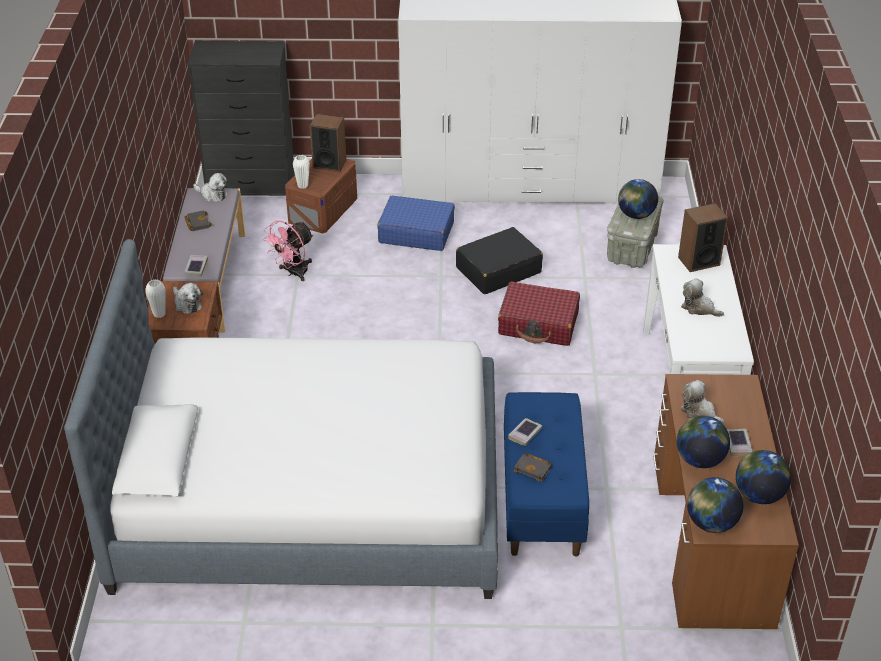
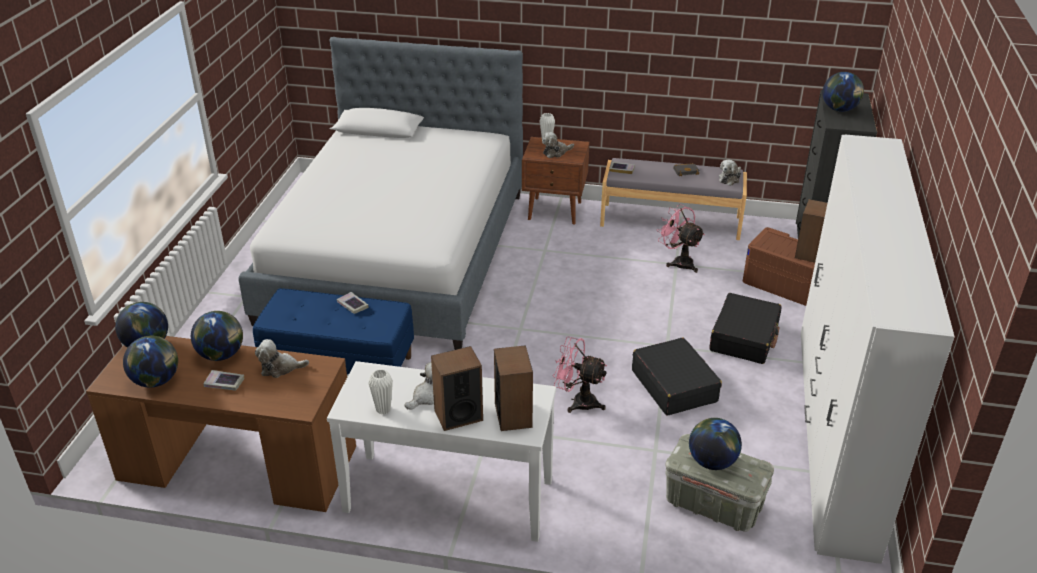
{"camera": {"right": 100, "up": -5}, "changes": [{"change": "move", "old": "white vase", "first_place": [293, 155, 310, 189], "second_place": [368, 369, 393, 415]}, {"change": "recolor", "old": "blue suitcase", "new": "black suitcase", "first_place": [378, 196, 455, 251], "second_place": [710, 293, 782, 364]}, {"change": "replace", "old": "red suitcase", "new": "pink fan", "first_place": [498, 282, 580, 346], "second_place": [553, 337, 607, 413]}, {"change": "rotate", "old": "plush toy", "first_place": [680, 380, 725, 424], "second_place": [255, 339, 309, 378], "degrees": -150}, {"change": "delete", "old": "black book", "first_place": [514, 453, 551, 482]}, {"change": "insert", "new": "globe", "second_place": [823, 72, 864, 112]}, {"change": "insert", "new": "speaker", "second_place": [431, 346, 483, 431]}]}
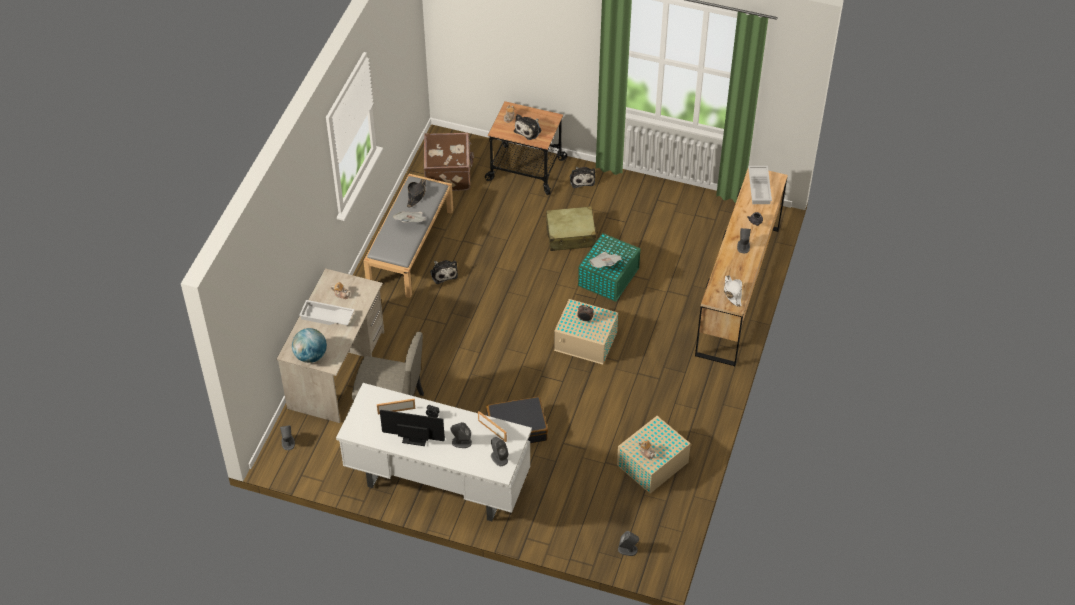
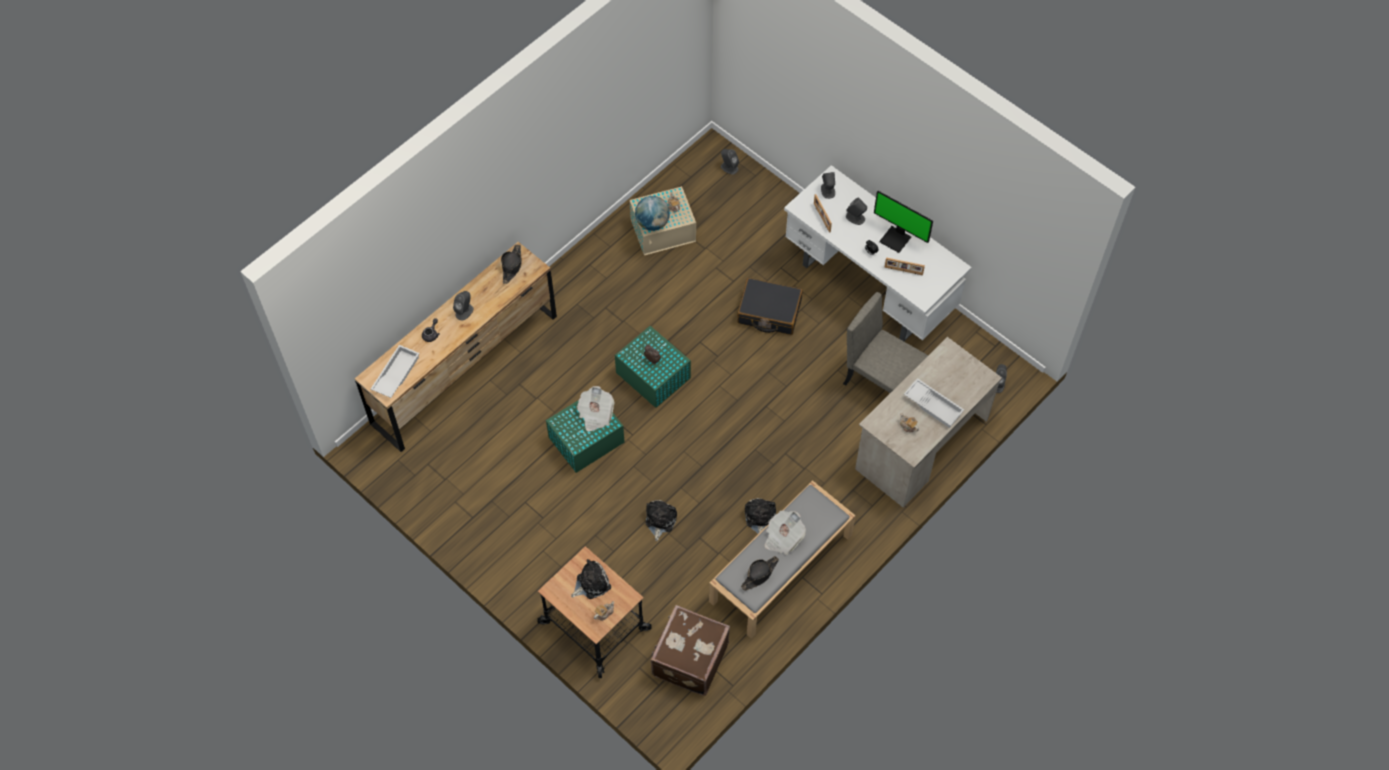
{"camera": {"right": -155, "up": 10}, "changes": [{"change": "move", "old": "plush toy", "first_place": [570, 167, 595, 188], "second_place": [645, 500, 677, 541]}, {"change": "delete", "old": "beige suitcase", "first_place": [546, 206, 598, 251]}, {"change": "recolor", "old": "white hat", "new": "black hat", "first_place": [724, 276, 742, 307], "second_place": [501, 245, 522, 284]}, {"change": "recolor", "old": "beige storage box", "new": "green storage box", "first_place": [554, 299, 618, 364], "second_place": [615, 326, 691, 408]}, {"change": "move", "old": "globe", "first_place": [292, 328, 327, 363], "second_place": [635, 196, 670, 231]}]}
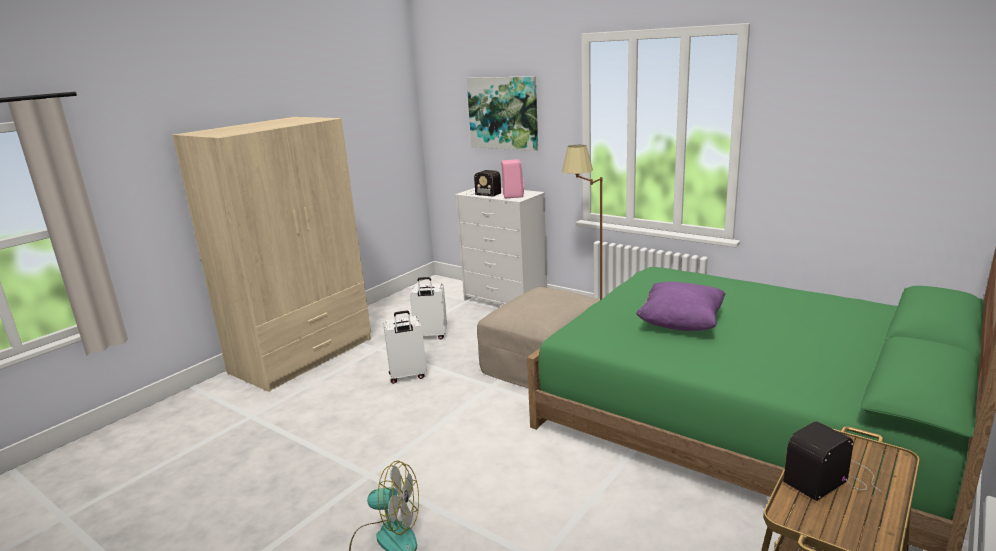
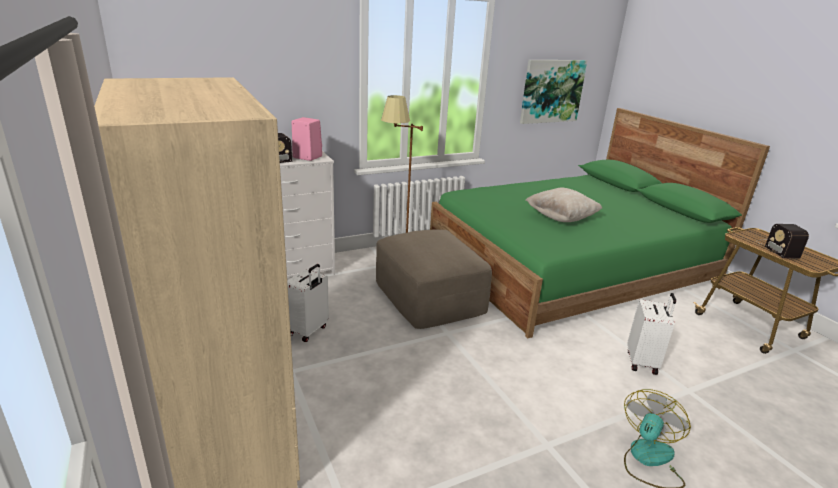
{"camera": {"right": -65, "up": 5}, "changes": [{"change": "move", "old": "picture", "first_place": [467, 76, 538, 151], "second_place": [520, 60, 587, 124]}, {"change": "recolor", "old": "purple pillow", "new": "beige pillow", "first_place": [636, 282, 726, 331], "second_place": [525, 187, 602, 222]}, {"change": "move", "old": "white suitcase", "first_place": [383, 310, 427, 384], "second_place": [627, 293, 676, 375]}]}
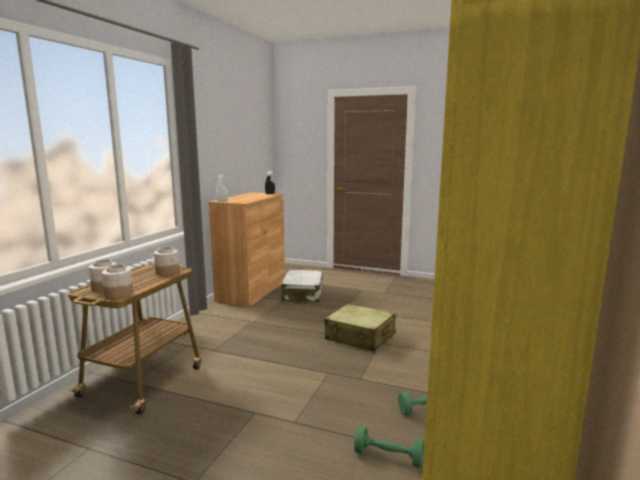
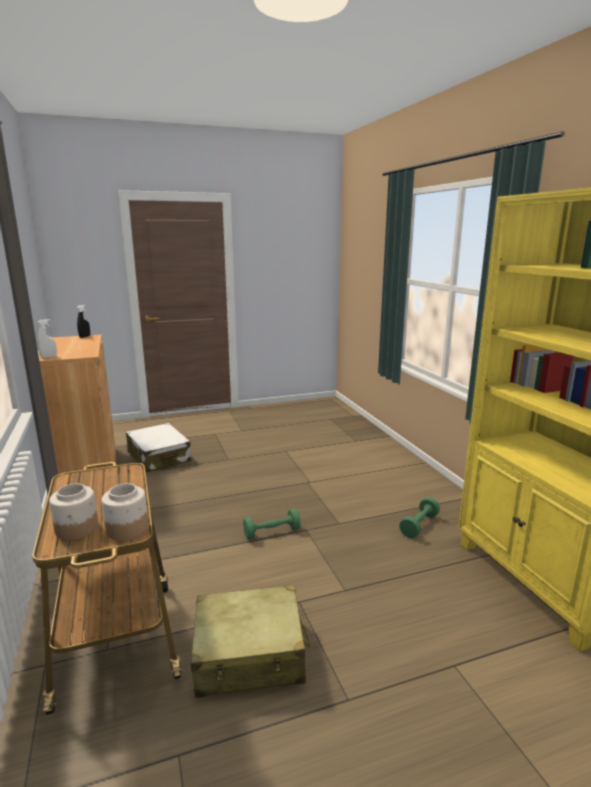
{"camera": {"right": -40, "up": 5}, "changes": [{"change": "delete", "old": "jar", "first_place": [154, 247, 179, 276]}, {"change": "move", "old": "beige suitcase", "first_place": [324, 304, 396, 352], "second_place": [191, 585, 310, 697]}, {"change": "move", "old": "green dumbbell", "first_place": [354, 426, 424, 468], "second_place": [243, 508, 300, 540]}]}
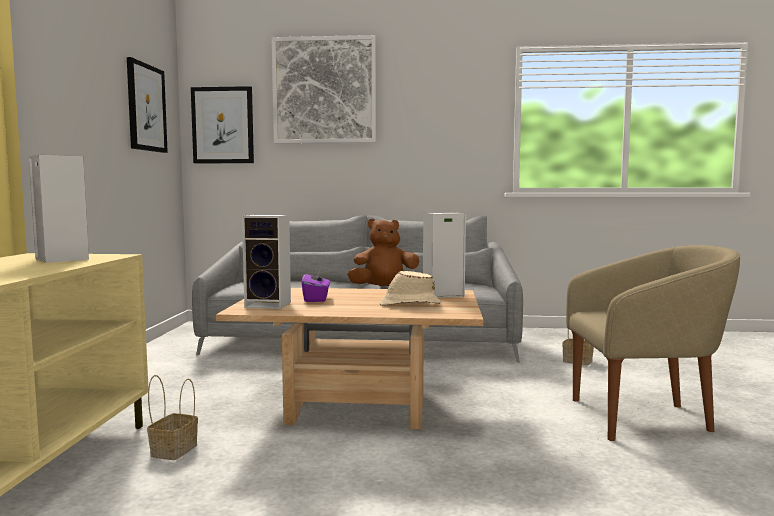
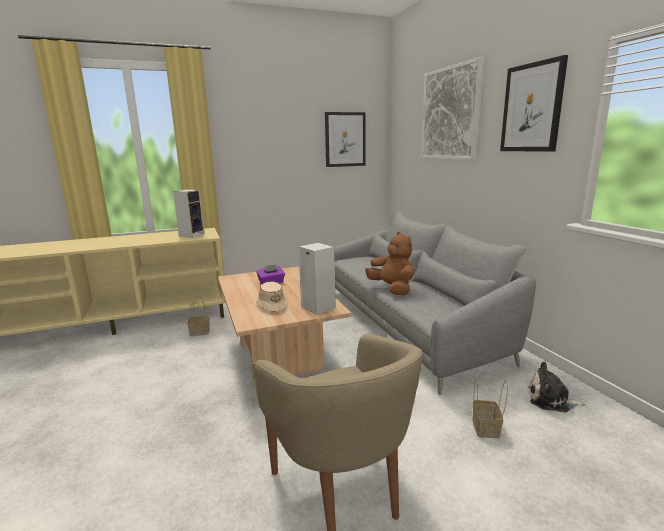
{"camera": {"right": 65, "up": 10}, "changes": [{"change": "move", "old": "picture", "first_place": [191, 86, 254, 163], "second_place": [500, 55, 568, 151]}, {"change": "delete", "old": "speaker", "first_place": [242, 215, 291, 309]}, {"change": "insert", "new": "plush toy", "second_place": [529, 362, 585, 413]}]}
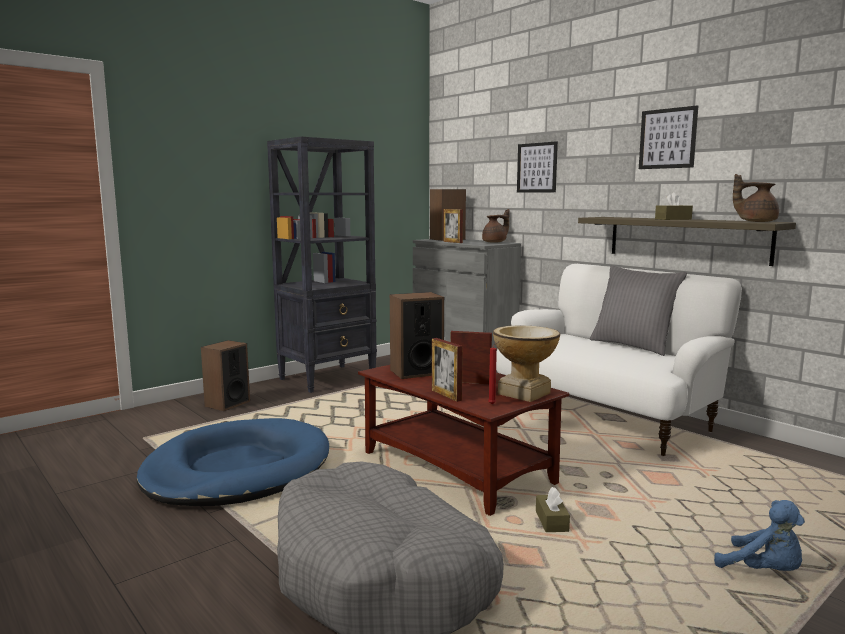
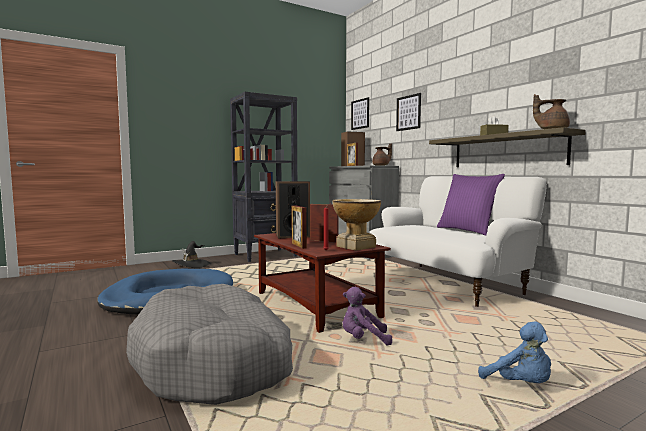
{"camera": {"right": 10, "up": -5}, "changes": [{"change": "move", "old": "picture", "first_place": [639, 105, 698, 169], "second_place": [351, 97, 369, 130]}, {"change": "recolor", "old": "grey pillow", "new": "purple pillow", "first_place": [590, 265, 687, 356], "second_place": [437, 174, 505, 236]}, {"change": "replace", "old": "speaker", "new": "black hat", "first_place": [201, 340, 250, 411], "second_place": [172, 241, 211, 268]}, {"change": "replace", "old": "brown tissue box", "new": "purple plush toy", "first_place": [536, 487, 570, 532], "second_place": [342, 287, 392, 346]}]}
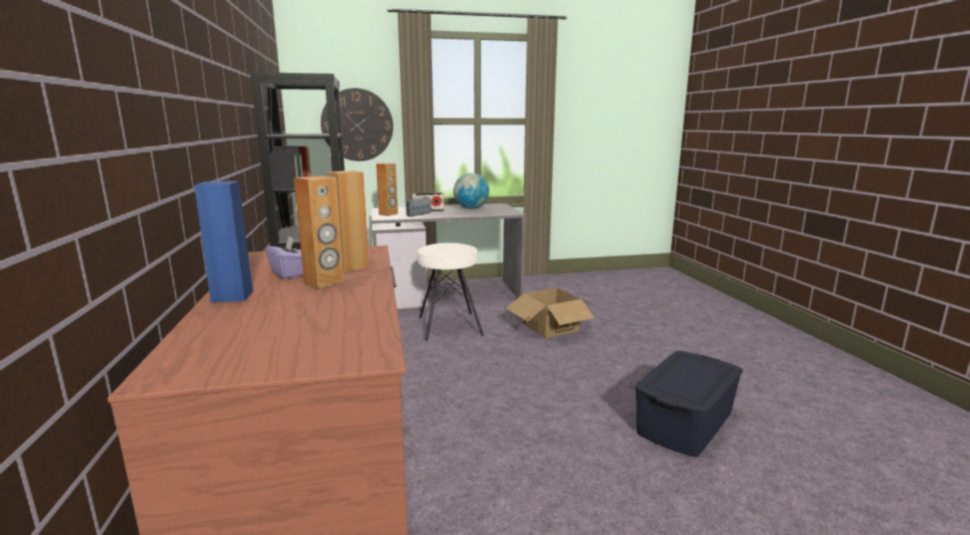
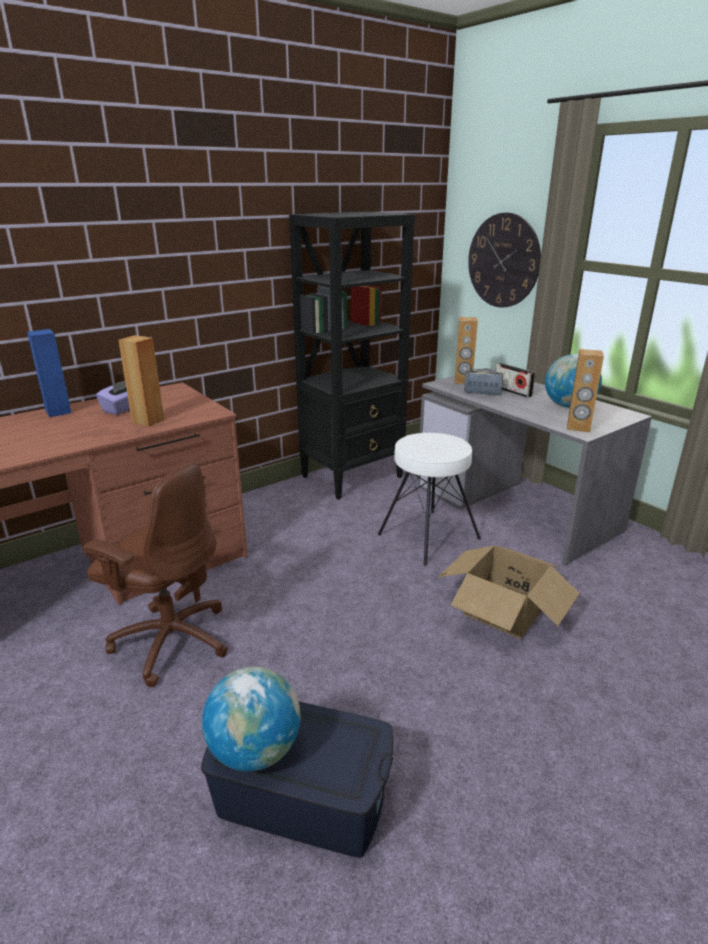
{"camera": {"right": 65, "up": 10}, "changes": [{"change": "move", "old": "brown speaker", "first_place": [294, 176, 344, 289], "second_place": [567, 349, 604, 433]}, {"change": "insert", "new": "brown office chair", "second_place": [83, 462, 228, 687]}, {"change": "insert", "new": "globe", "second_place": [202, 667, 300, 772]}]}
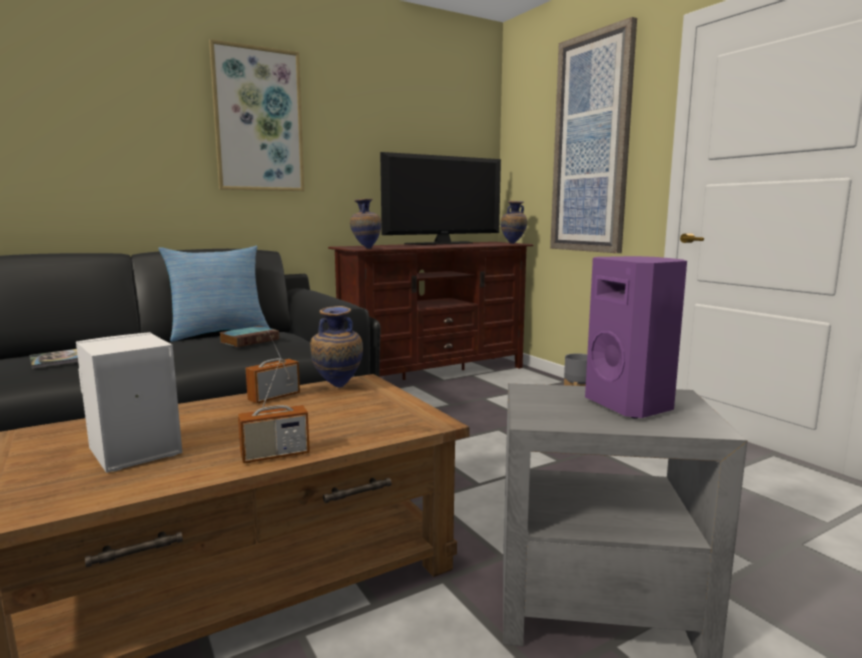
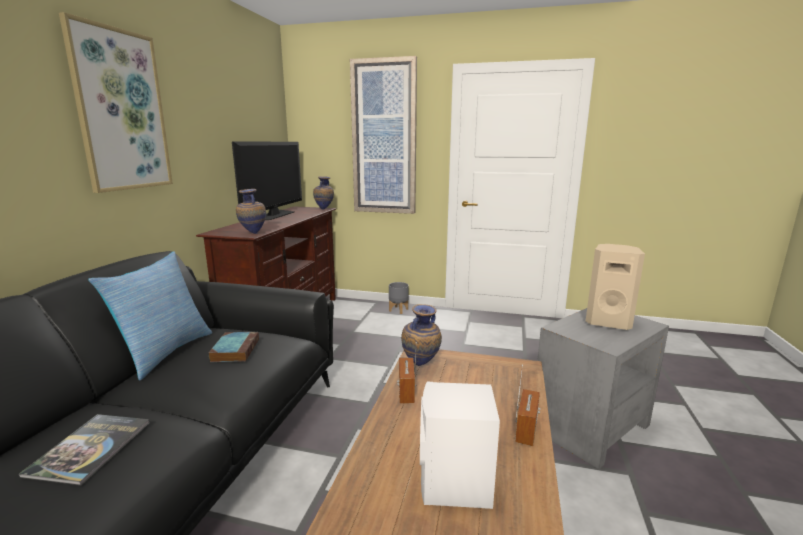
{"camera": {"right": -45, "up": 5}, "changes": [{"change": "recolor", "old": "purple speaker", "new": "beige speaker", "first_place": [585, 256, 687, 419], "second_place": [585, 244, 645, 330]}]}
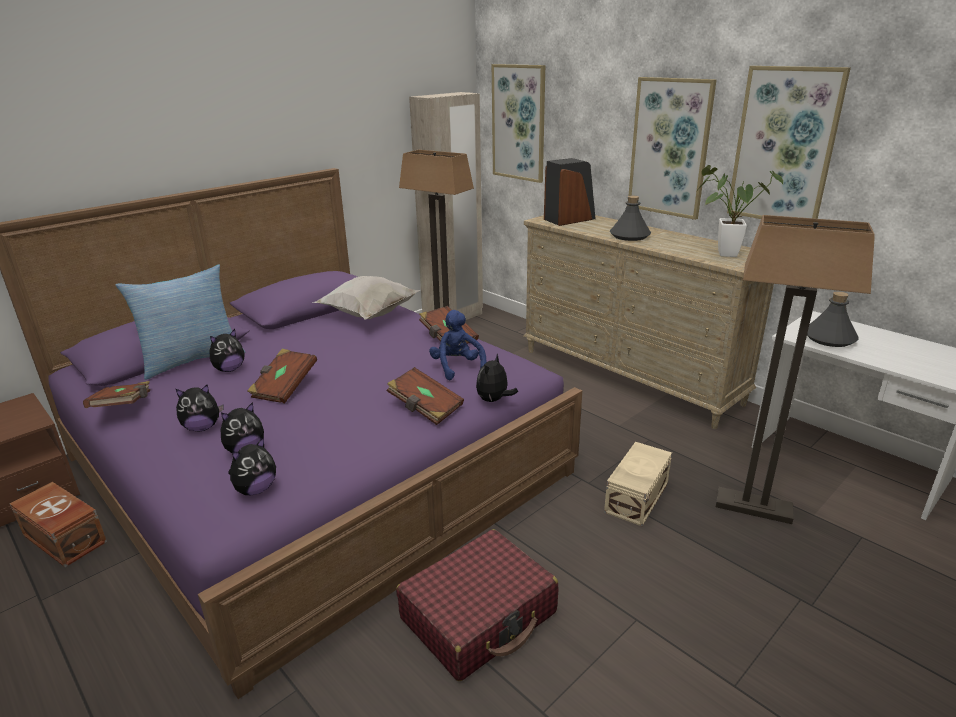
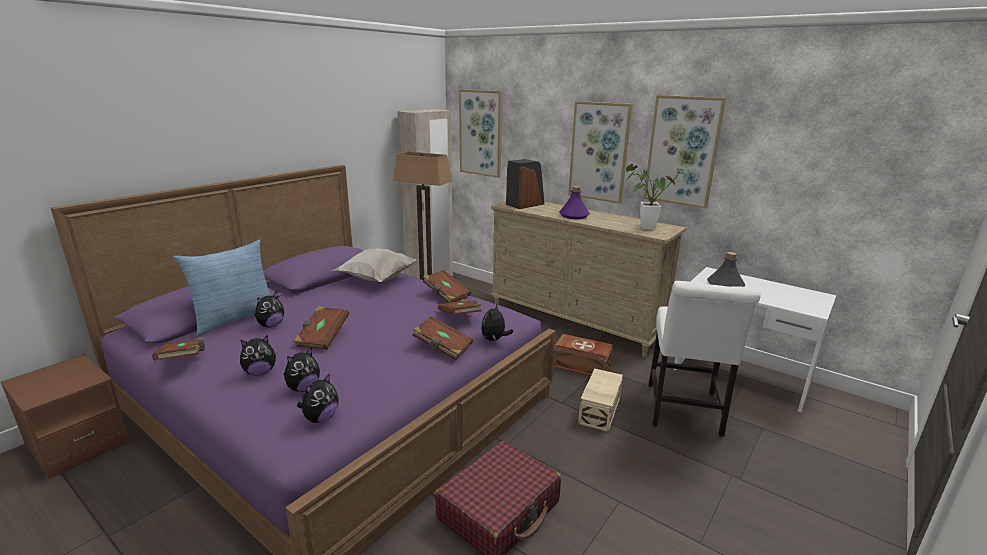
{"camera": {"right": -10, "up": -5}, "changes": [{"change": "recolor", "old": "grey bottle", "new": "purple bottle", "first_place": [610, 196, 651, 241], "second_place": [559, 186, 590, 219]}, {"change": "replace", "old": "floor lamp", "new": "white chair", "first_place": [716, 215, 875, 524], "second_place": [648, 281, 761, 437]}, {"change": "replace", "old": "blue plush toy", "new": "brown book", "first_place": [429, 310, 487, 380], "second_place": [438, 299, 482, 315]}, {"change": "move", "old": "brown storage box", "first_place": [10, 482, 107, 567], "second_place": [554, 334, 613, 376]}]}
